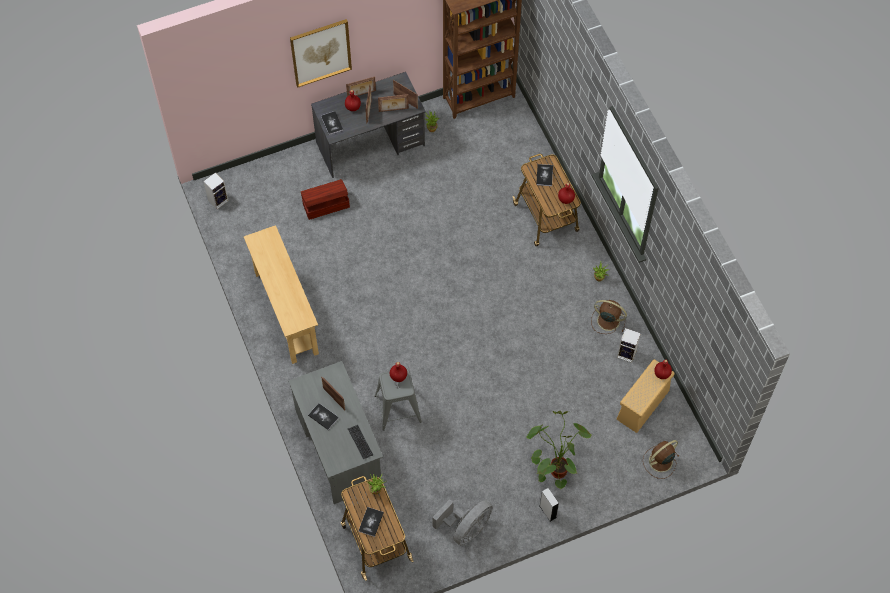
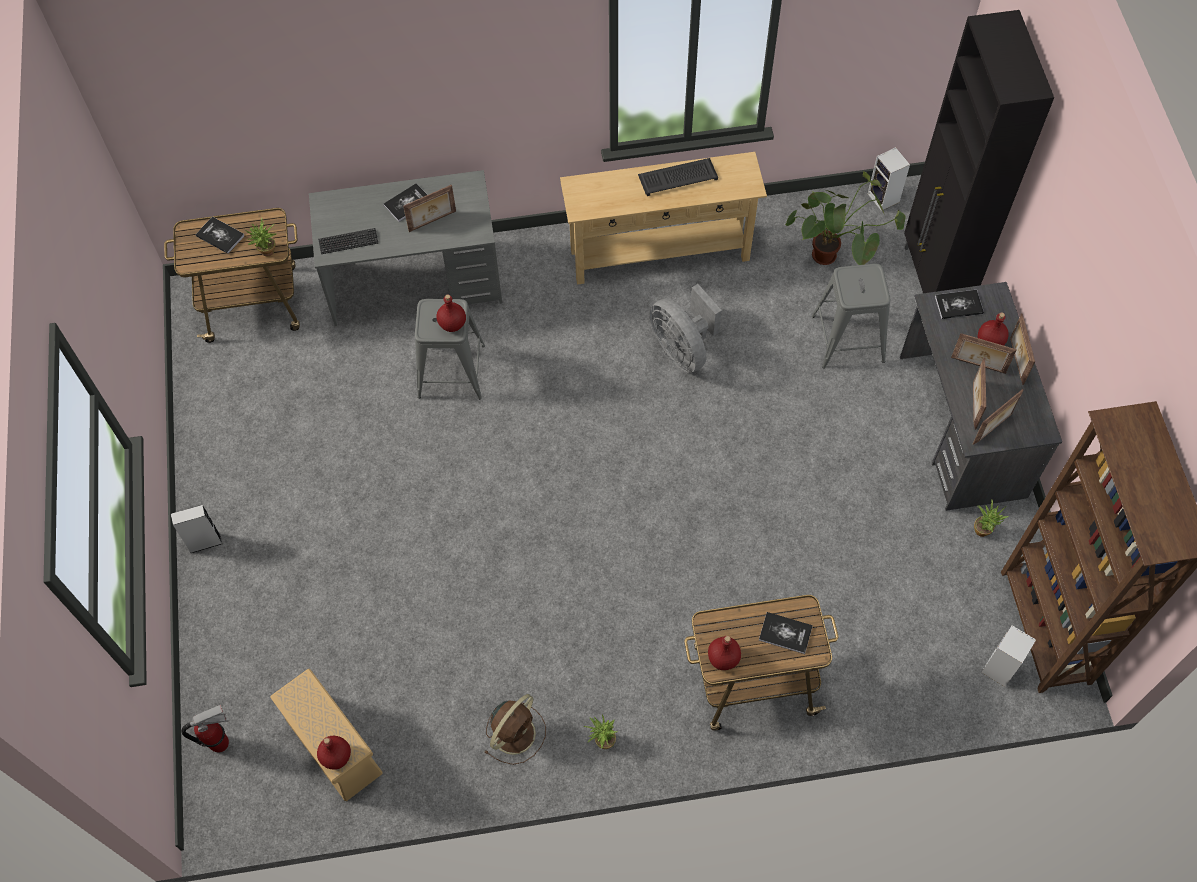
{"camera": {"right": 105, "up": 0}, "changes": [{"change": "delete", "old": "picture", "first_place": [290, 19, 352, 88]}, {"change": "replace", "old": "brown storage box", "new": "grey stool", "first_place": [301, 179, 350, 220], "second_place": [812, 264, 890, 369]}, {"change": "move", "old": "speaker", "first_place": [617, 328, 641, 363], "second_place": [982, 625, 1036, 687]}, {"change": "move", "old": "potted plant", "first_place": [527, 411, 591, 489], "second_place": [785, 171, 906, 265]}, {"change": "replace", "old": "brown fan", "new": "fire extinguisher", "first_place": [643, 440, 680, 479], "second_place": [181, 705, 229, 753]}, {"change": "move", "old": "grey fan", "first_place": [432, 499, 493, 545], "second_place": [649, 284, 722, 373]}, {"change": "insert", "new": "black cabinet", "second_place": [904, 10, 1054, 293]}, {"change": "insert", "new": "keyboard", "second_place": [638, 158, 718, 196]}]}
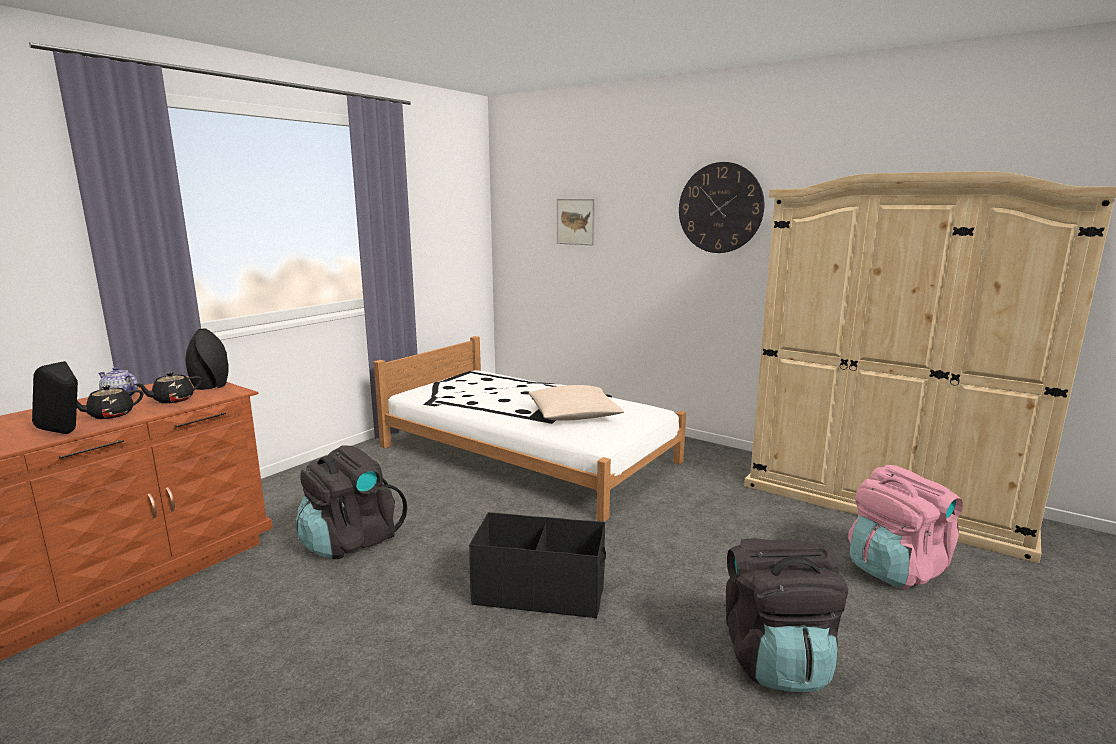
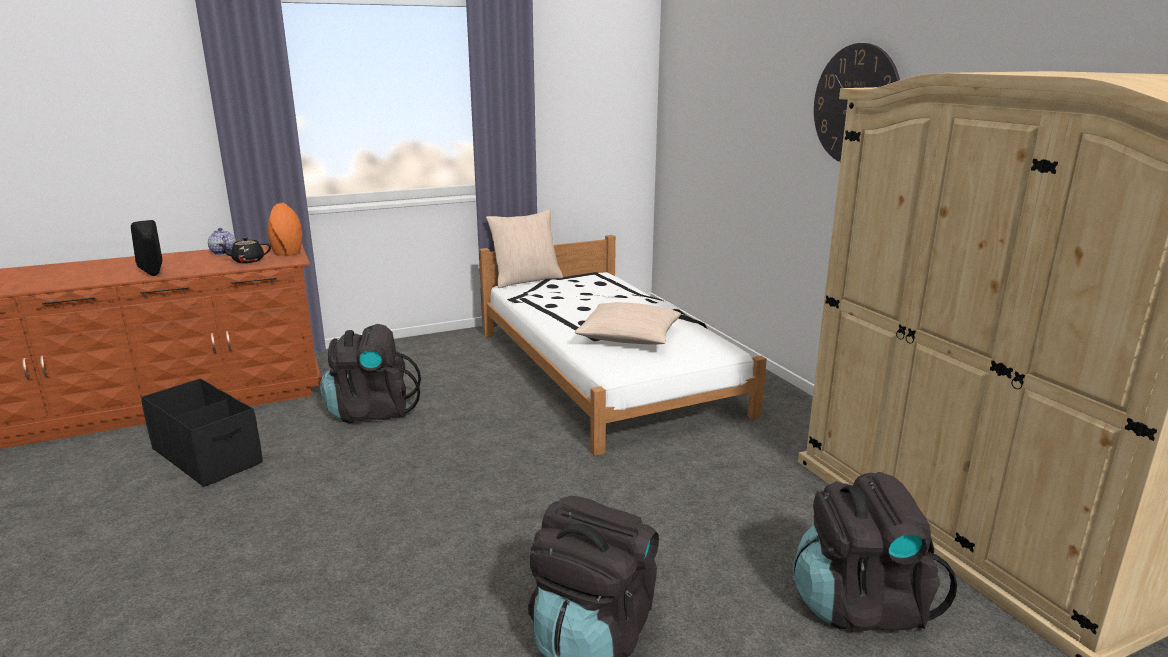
{"camera": {"right": 30, "up": 5}, "changes": [{"change": "delete", "old": "picture", "first_place": [557, 199, 595, 246]}, {"change": "recolor", "old": "black vase", "new": "orange vase", "first_place": [185, 329, 228, 390], "second_place": [268, 203, 302, 256]}, {"change": "delete", "old": "black teapot", "first_place": [77, 385, 143, 419]}, {"change": "recolor", "old": "pink backpack", "new": "black backpack", "first_place": [848, 465, 963, 589], "second_place": [793, 472, 957, 631]}, {"change": "move", "old": "black storage box", "first_place": [469, 512, 606, 619], "second_place": [141, 378, 263, 487]}, {"change": "insert", "new": "beige pillow", "second_place": [486, 210, 563, 288]}]}
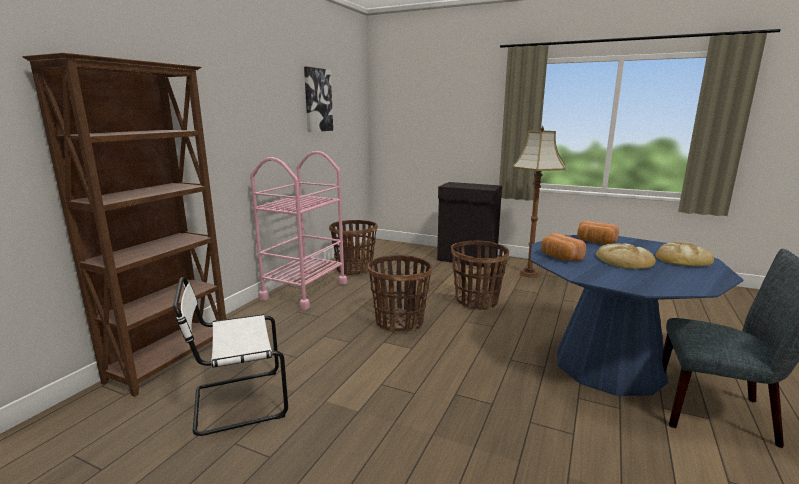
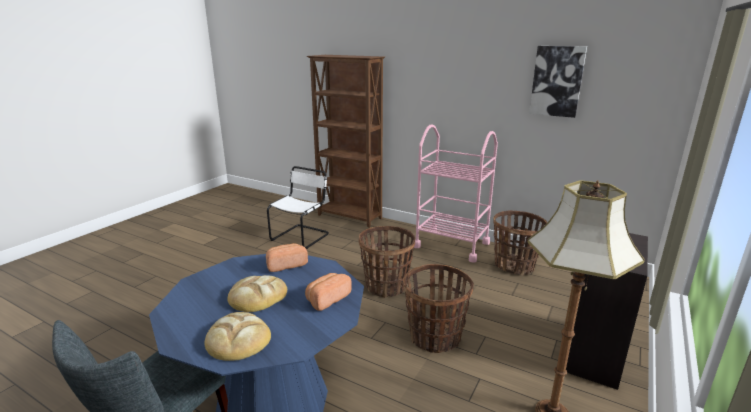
{"camera": {"right": 95, "up": 5}, "changes": [{"change": "rotate", "old": "white chair", "first_place": [173, 277, 288, 436], "second_place": [267, 166, 329, 249], "degrees": 45}]}
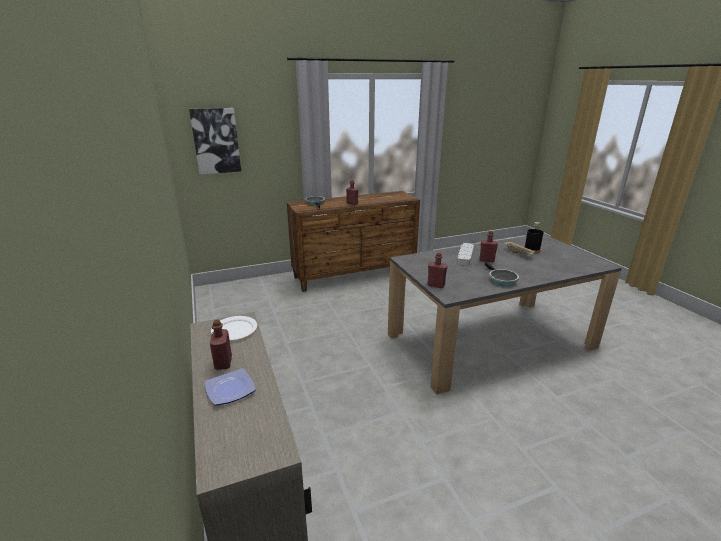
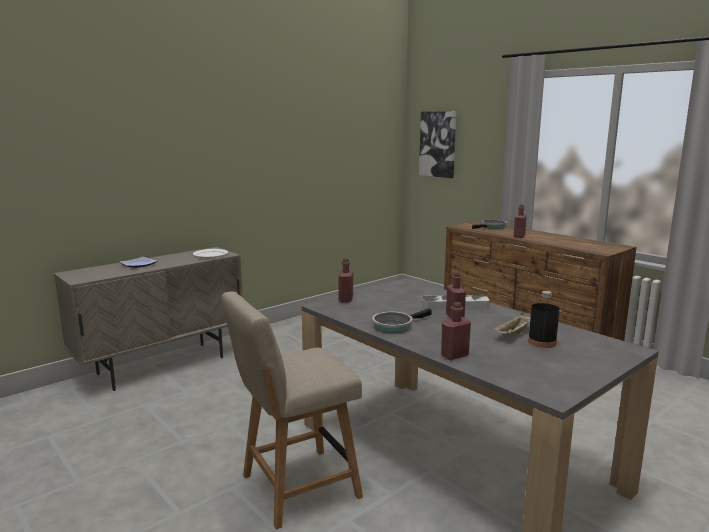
{"camera": {"right": 70, "up": -10}, "changes": [{"change": "move", "old": "red bottle", "first_place": [210, 320, 232, 370], "second_place": [441, 302, 471, 360]}, {"change": "insert", "new": "beige chair", "second_place": [222, 291, 363, 530]}]}
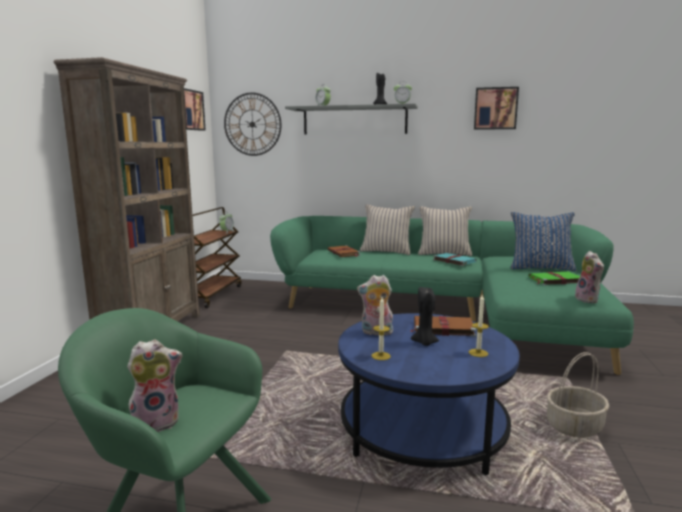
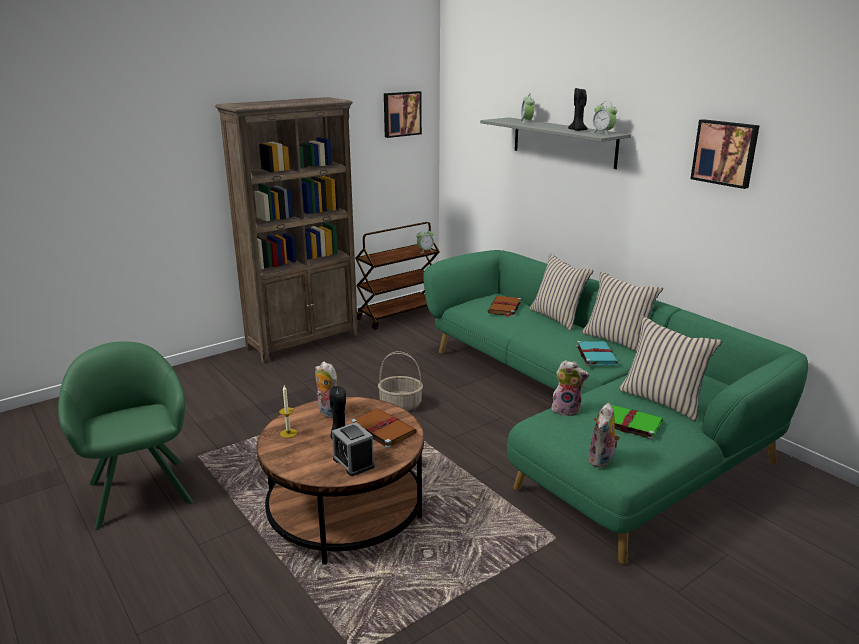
{"camera": {"right": 40, "up": 10}, "changes": [{"change": "delete", "old": "wall clock", "first_place": [224, 93, 281, 156]}, {"change": "recolor", "old": "blue pillow", "new": "beige pillow", "first_place": [511, 212, 577, 271], "second_place": [619, 317, 722, 421]}, {"change": "replace", "old": "candle", "new": "alarm clock", "first_place": [469, 295, 489, 357], "second_place": [332, 422, 375, 476]}, {"change": "recolor", "old": "blue coffee table", "new": "brown coffee table", "first_place": [338, 313, 520, 475], "second_place": [256, 397, 424, 565]}, {"change": "move", "old": "plush toy", "first_place": [127, 340, 183, 432], "second_place": [551, 360, 589, 416]}, {"change": "move", "old": "basket", "first_place": [547, 352, 609, 438], "second_place": [378, 351, 423, 411]}]}
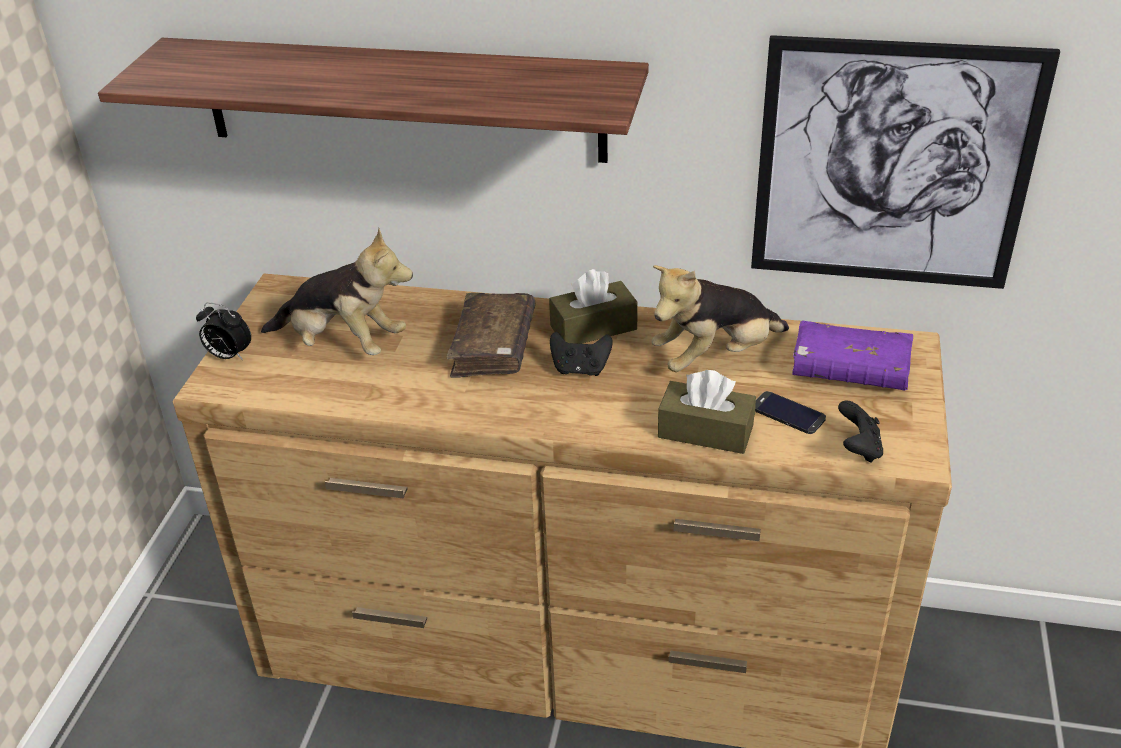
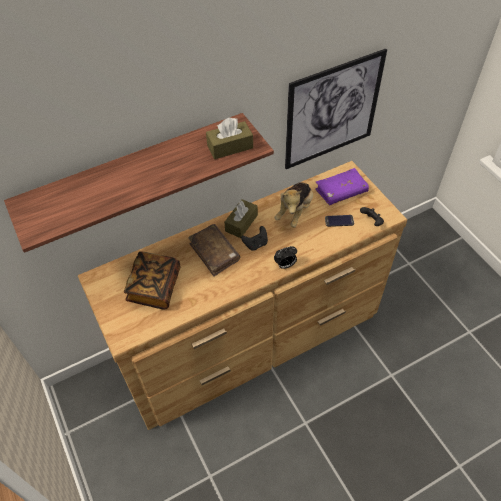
{"camera": {"right": -40, "up": 15}, "changes": [{"change": "replace", "old": "plush toy", "new": "book", "first_place": [261, 228, 413, 355], "second_place": [124, 251, 181, 310]}, {"change": "move", "old": "alarm clock", "first_place": [196, 302, 251, 360], "second_place": [274, 246, 297, 269]}, {"change": "move", "old": "brown tissue box", "first_place": [658, 370, 756, 454], "second_place": [206, 117, 253, 159]}]}
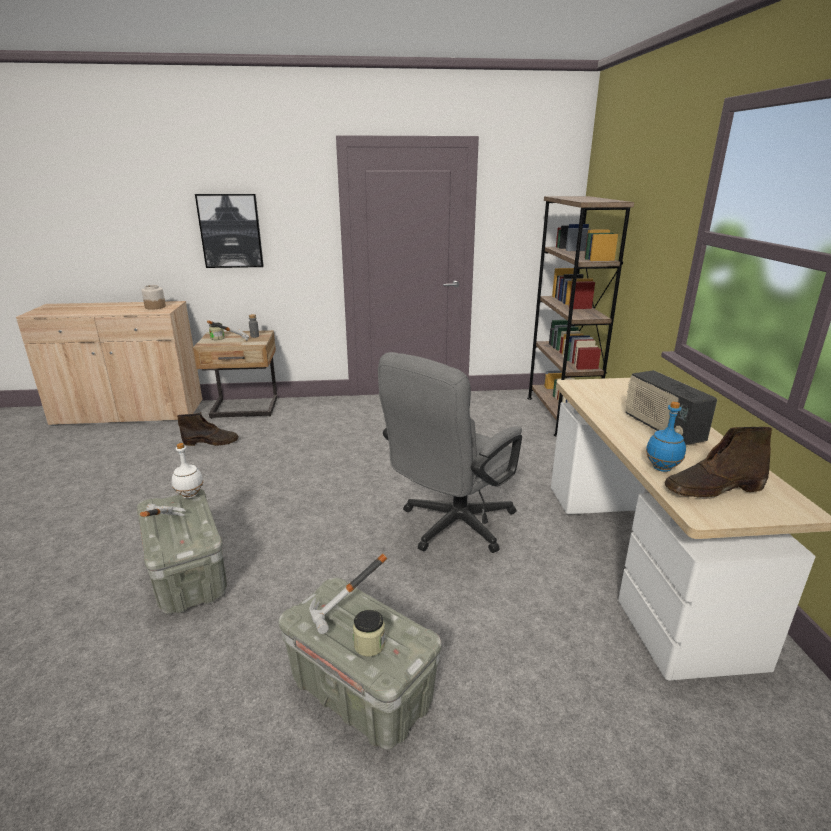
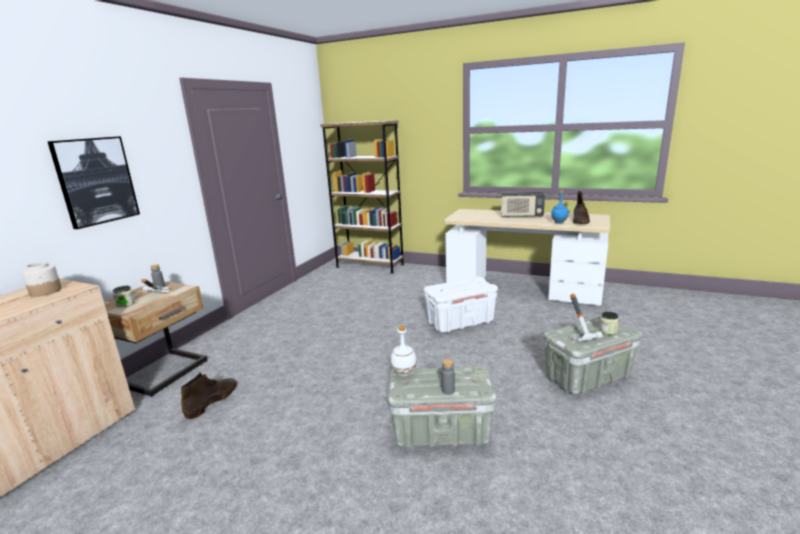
{"camera": {"right": -60, "up": -5}, "changes": [{"change": "replace", "old": "grey office chair", "new": "white storage box", "first_place": [378, 352, 522, 553], "second_place": [424, 277, 498, 333]}, {"change": "replace", "old": "hammer", "new": "grey bottle", "first_place": [140, 504, 186, 517], "second_place": [441, 359, 455, 394]}]}
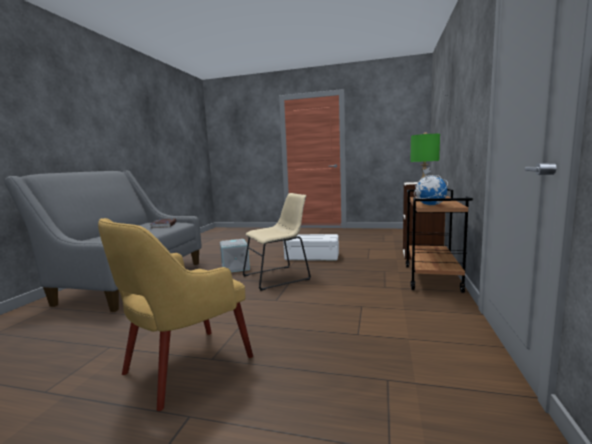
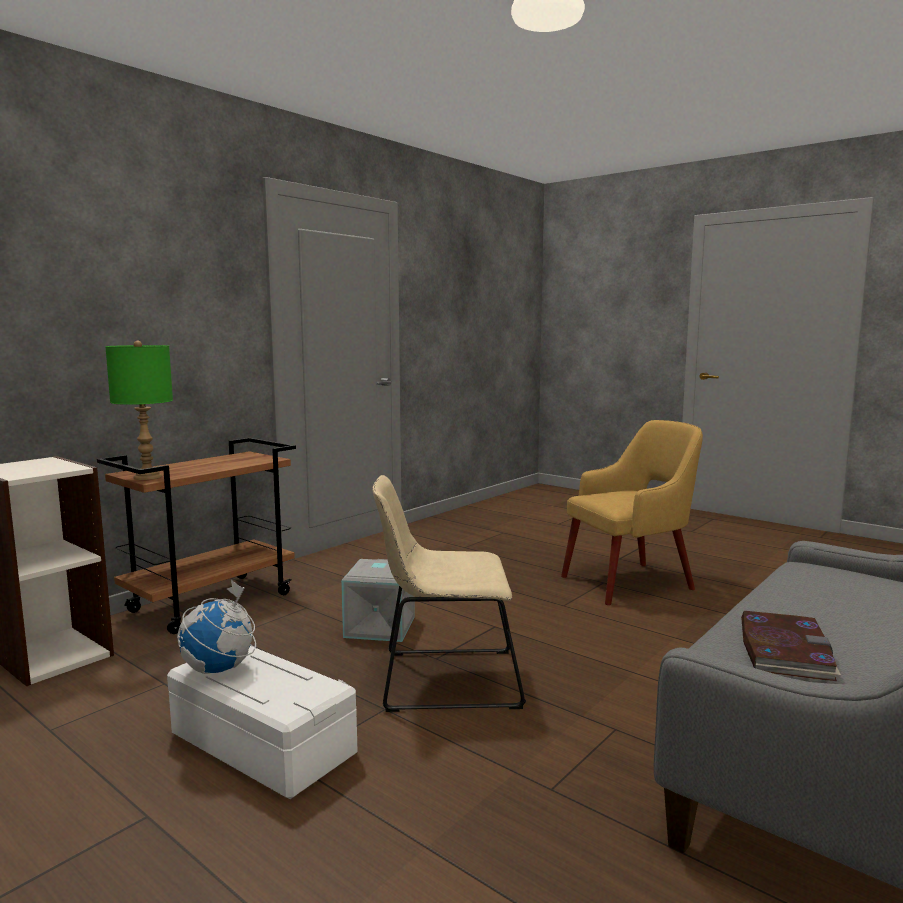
{"camera": {"right": -155, "up": 0}, "changes": [{"change": "move", "old": "globe", "first_place": [414, 167, 448, 205], "second_place": [177, 580, 256, 674]}, {"change": "move", "old": "grey storage box", "first_place": [220, 239, 250, 272], "second_place": [341, 559, 415, 642]}]}
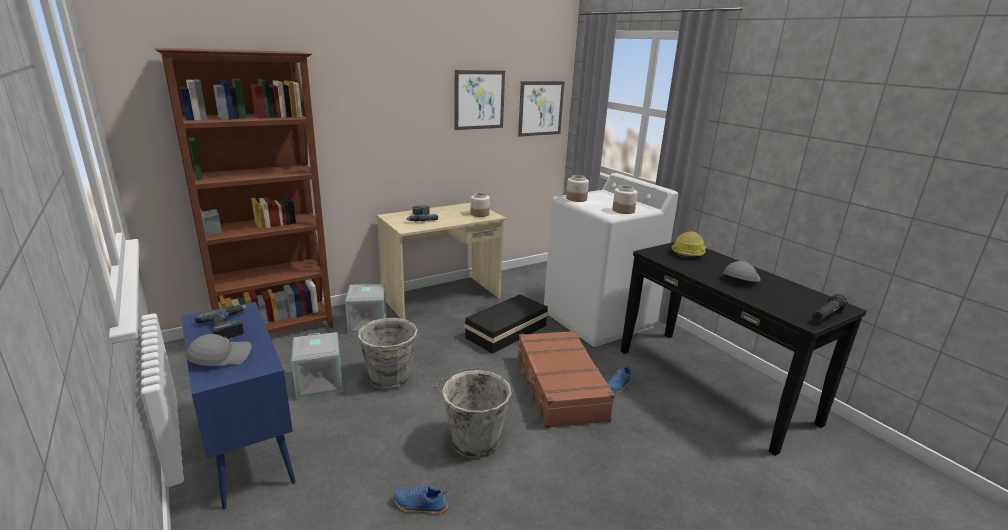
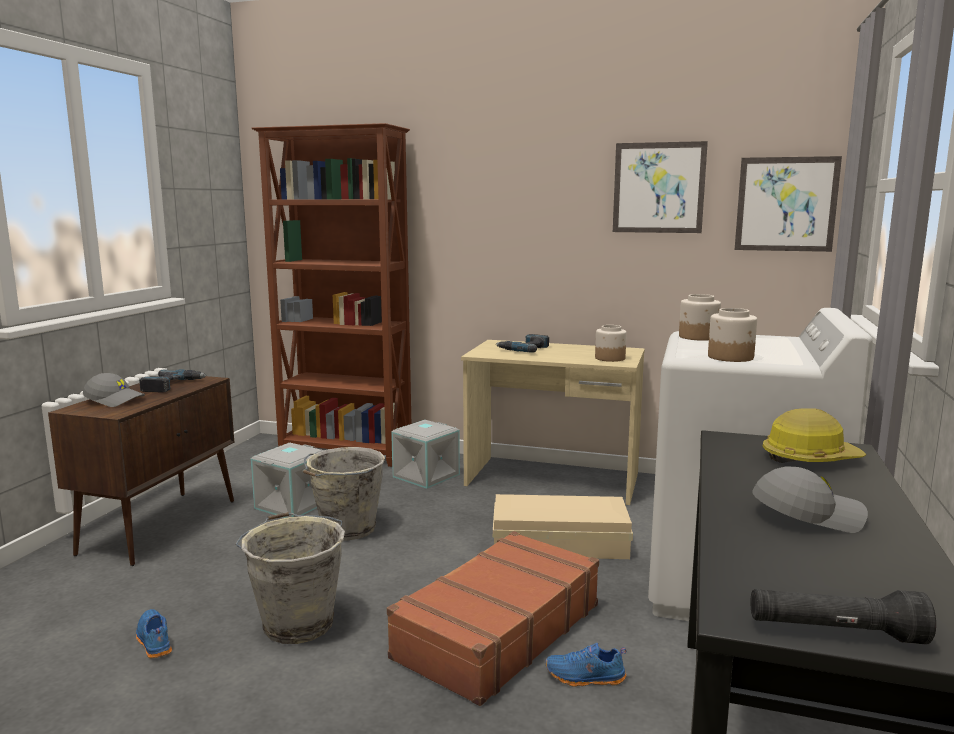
{"camera": {"right": 50, "up": -10}, "changes": [{"change": "recolor", "old": "black storage box", "new": "beige storage box", "first_place": [464, 294, 548, 354], "second_place": [493, 494, 633, 559]}, {"change": "recolor", "old": "blue cabinet", "new": "brown cabinet", "first_place": [181, 302, 296, 509], "second_place": [48, 376, 234, 566]}]}
